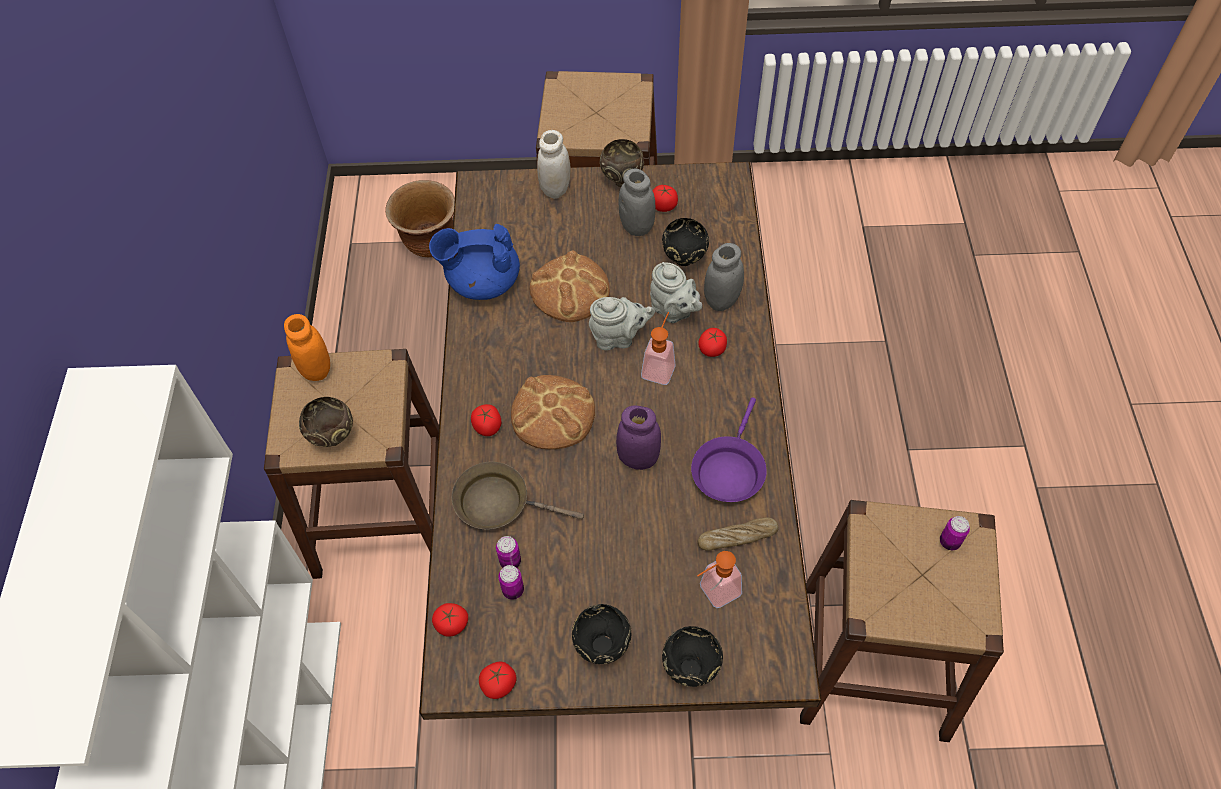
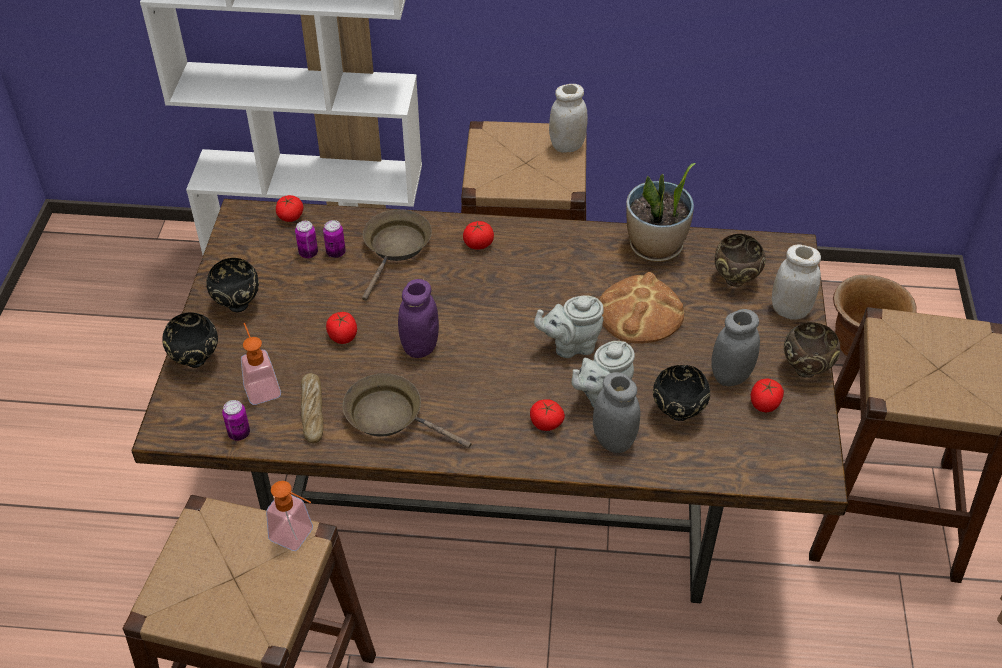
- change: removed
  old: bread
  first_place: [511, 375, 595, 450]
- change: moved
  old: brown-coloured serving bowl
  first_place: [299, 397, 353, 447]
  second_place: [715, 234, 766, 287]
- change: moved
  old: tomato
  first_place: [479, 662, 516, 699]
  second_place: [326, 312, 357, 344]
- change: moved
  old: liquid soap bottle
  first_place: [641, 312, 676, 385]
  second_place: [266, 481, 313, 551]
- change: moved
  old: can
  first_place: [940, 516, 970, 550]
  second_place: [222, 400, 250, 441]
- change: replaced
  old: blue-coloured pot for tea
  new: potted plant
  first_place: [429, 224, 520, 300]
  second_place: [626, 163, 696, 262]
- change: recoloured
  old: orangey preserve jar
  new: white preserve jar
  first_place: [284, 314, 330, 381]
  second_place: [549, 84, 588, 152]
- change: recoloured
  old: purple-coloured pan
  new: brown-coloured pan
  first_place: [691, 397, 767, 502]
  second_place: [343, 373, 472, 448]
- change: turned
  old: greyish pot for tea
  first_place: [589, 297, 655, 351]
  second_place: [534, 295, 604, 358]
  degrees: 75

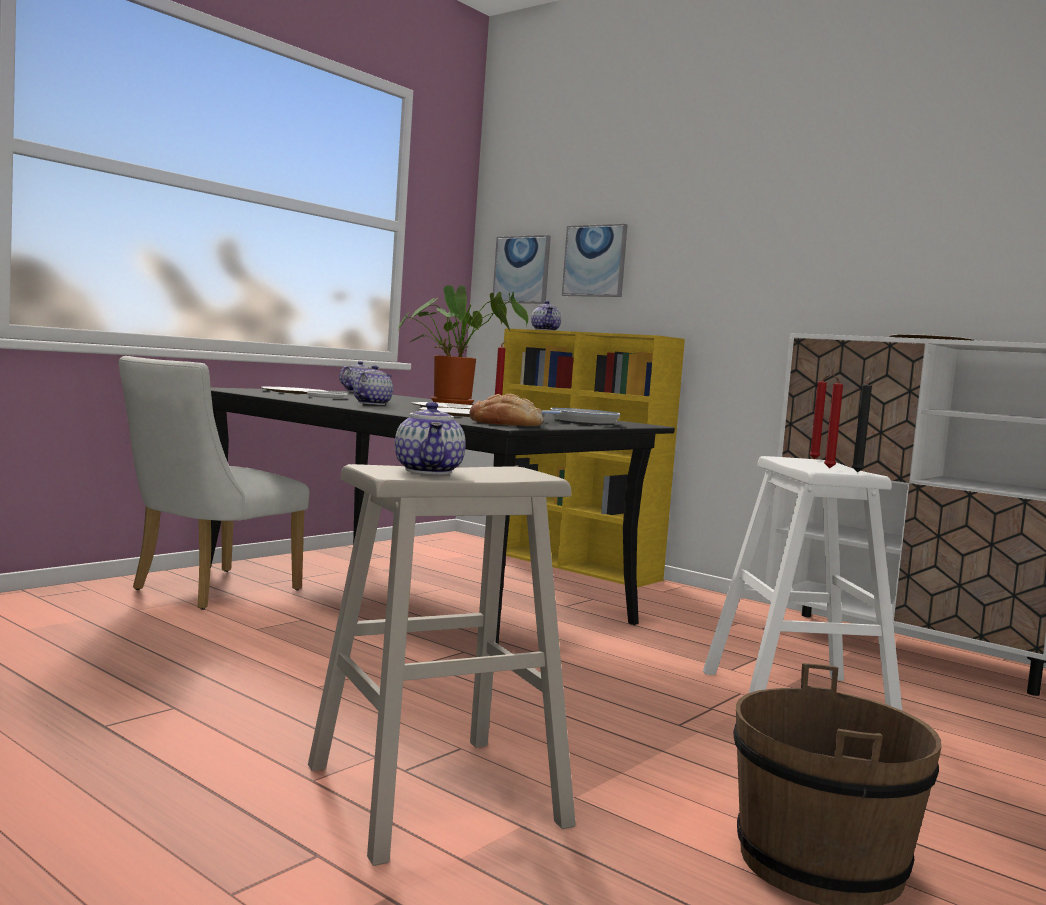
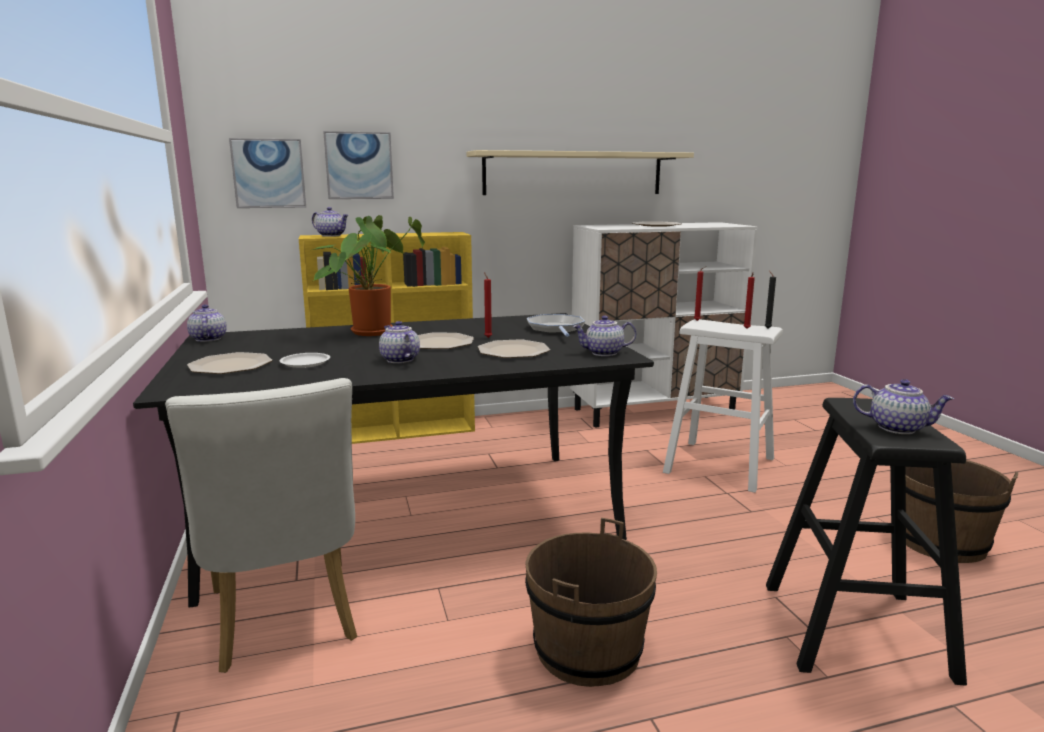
- change: added
  new: sand-coloured wall shelf
  second_place: [467, 150, 694, 195]
- change: added
  new: brown-coloured water bucket
  second_place: [525, 518, 657, 687]
- change: replaced
  old: bread
  new: pot for tea
  first_place: [469, 394, 544, 426]
  second_place: [573, 316, 636, 356]
- change: recoloured
  old: sand-coloured sitting stool
  new: blackish sitting stool
  first_place: [308, 464, 576, 866]
  second_place: [766, 398, 967, 686]

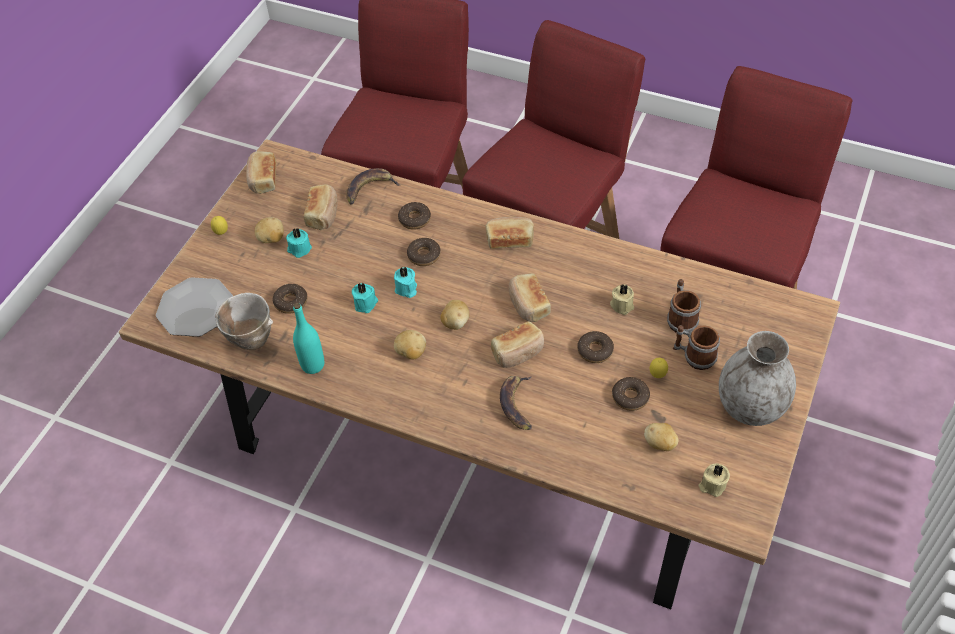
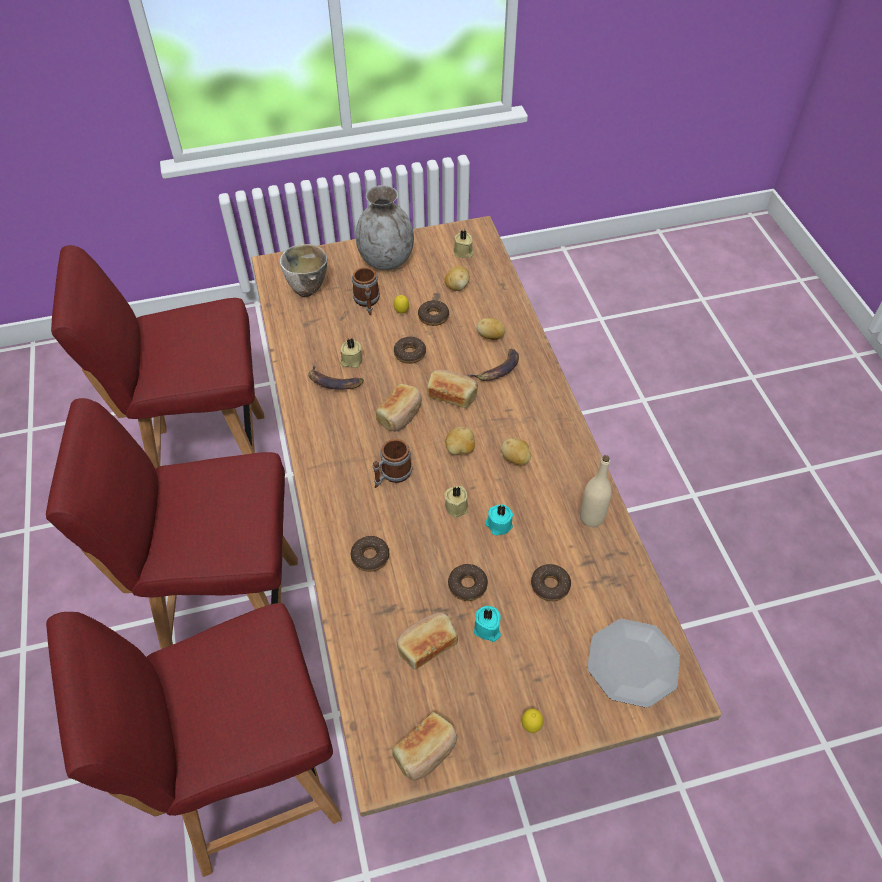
- change: removed
  old: bread
  first_place: [486, 217, 534, 249]
- change: moved
  old: serving bowl
  first_place: [215, 293, 273, 350]
  second_place: [280, 244, 327, 297]
- change: moved
  old: whole potato
  first_place: [255, 217, 284, 243]
  second_place: [477, 318, 505, 340]
- change: moved
  old: banana
  first_place: [346, 168, 400, 205]
  second_place: [308, 365, 364, 390]
- change: moved
  old: doughnut
  first_place: [407, 238, 441, 266]
  second_place: [448, 564, 488, 601]
- change: moved
  old: mug
  first_place: [667, 279, 701, 333]
  second_place: [373, 439, 413, 488]
- change: recoloured
  old: turquoise drink bottle
  new: sand-coloured drink bottle
  first_place: [293, 303, 324, 374]
  second_place: [580, 455, 612, 527]
- change: recoloured
  old: turquoise wax candle
  new: sand-coloured wax candle
  first_place: [394, 266, 417, 298]
  second_place: [445, 486, 468, 518]

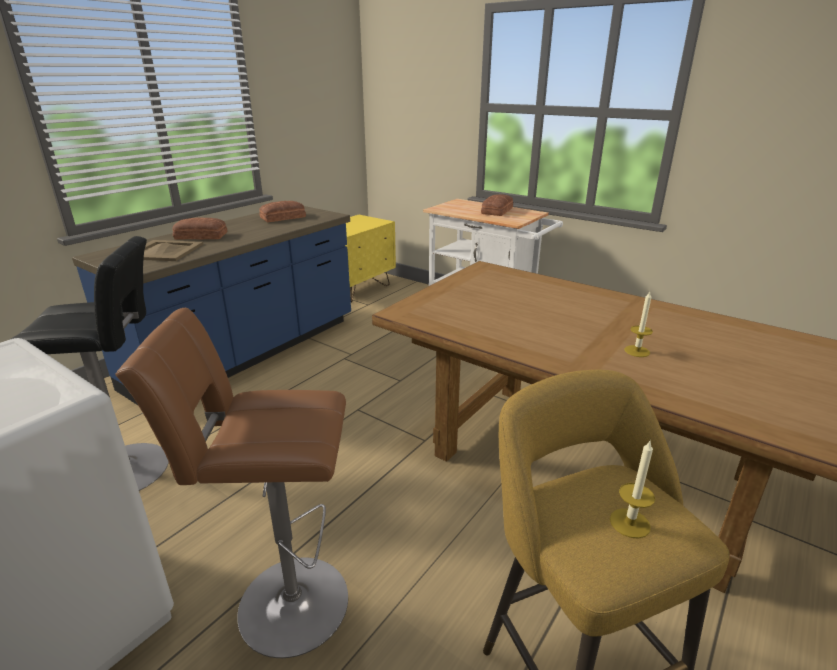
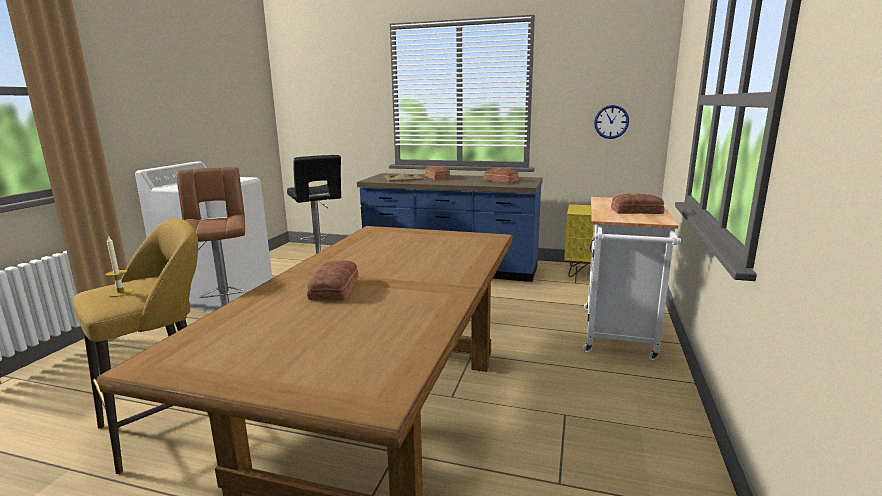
- change: added
  new: hanging clock
  second_place: [594, 105, 629, 139]
- change: replaced
  old: wax candle
  new: bread
  first_place: [624, 292, 653, 357]
  second_place: [307, 260, 359, 301]

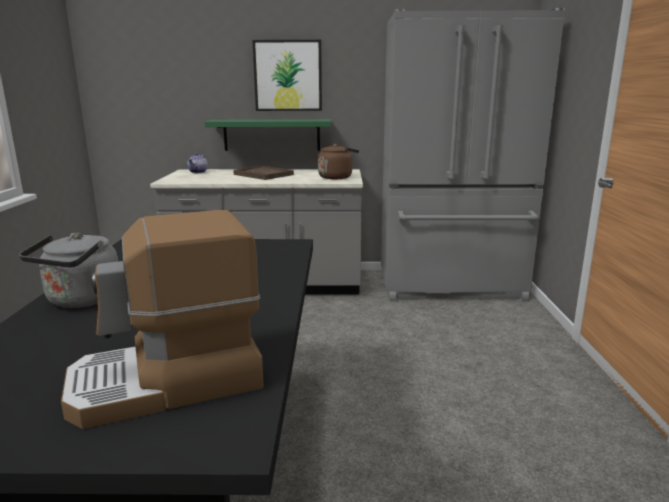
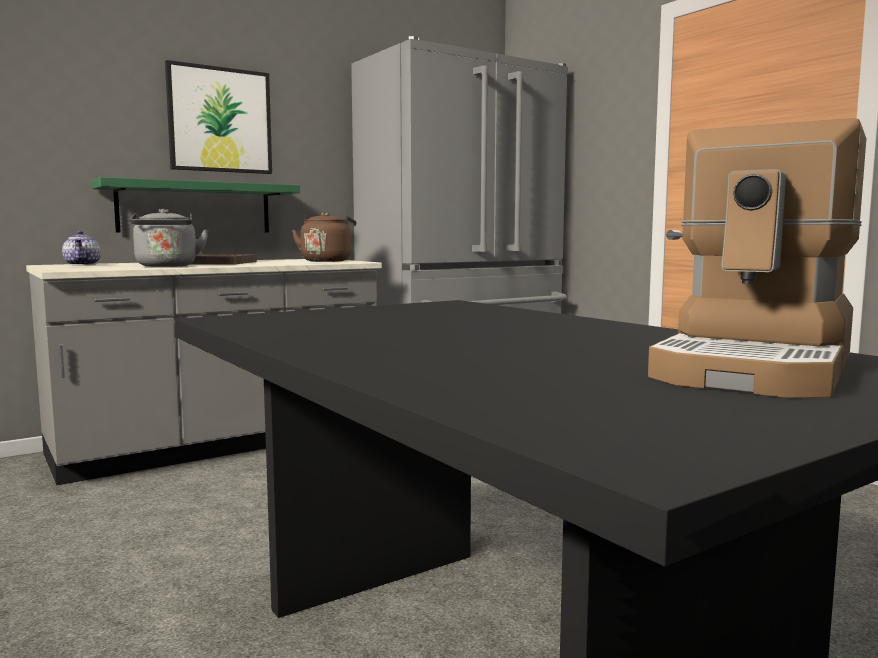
- change: moved
  old: greyish kettle
  first_place: [19, 233, 118, 308]
  second_place: [130, 209, 209, 267]

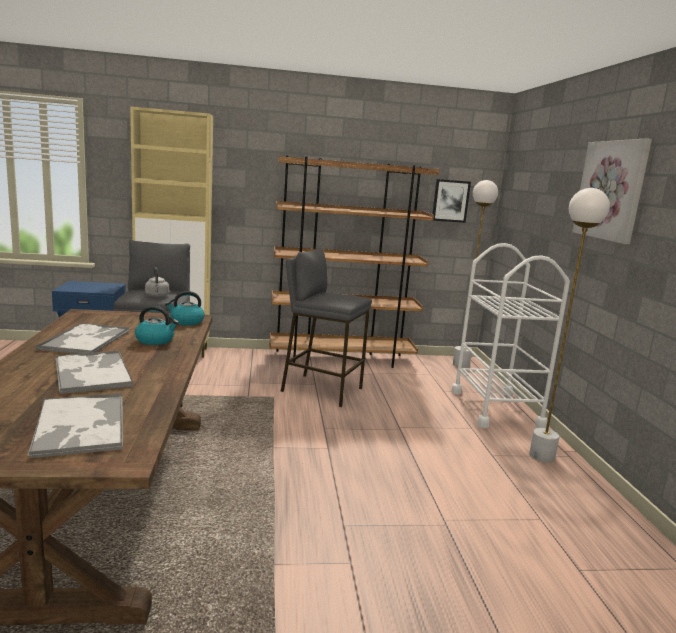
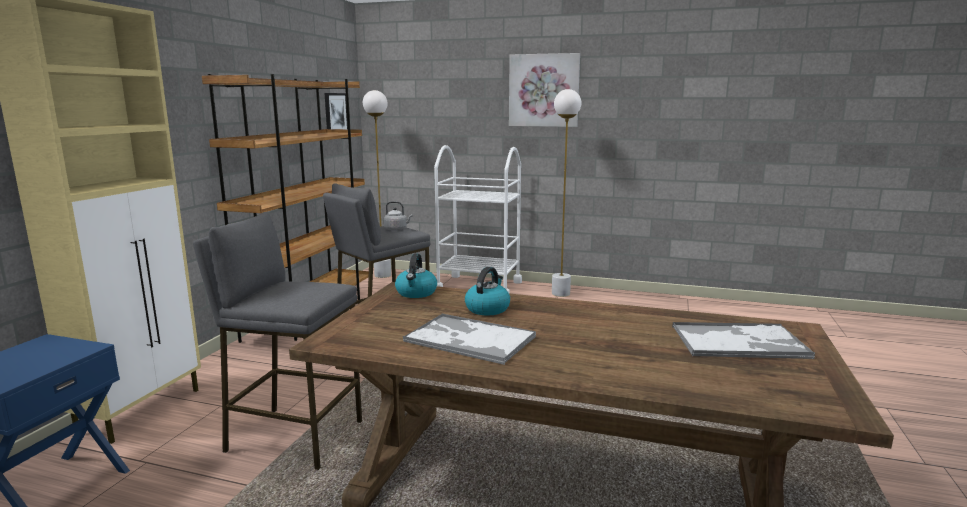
- change: removed
  old: tray
  first_place: [56, 351, 134, 394]
- change: moved
  old: greyish kettle
  first_place: [145, 267, 169, 297]
  second_place: [384, 201, 413, 230]

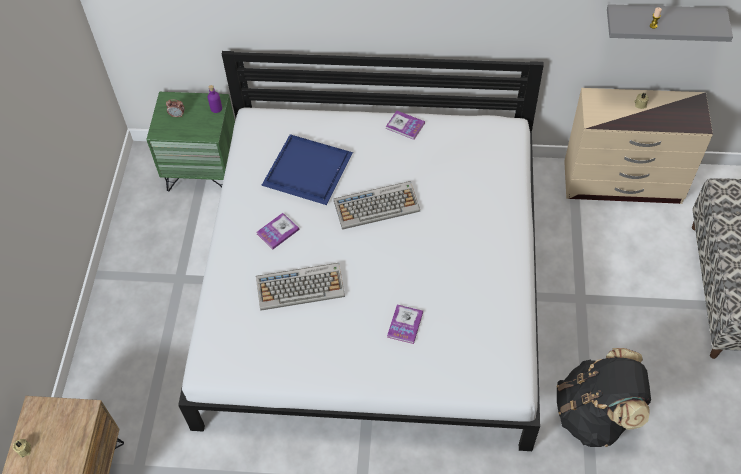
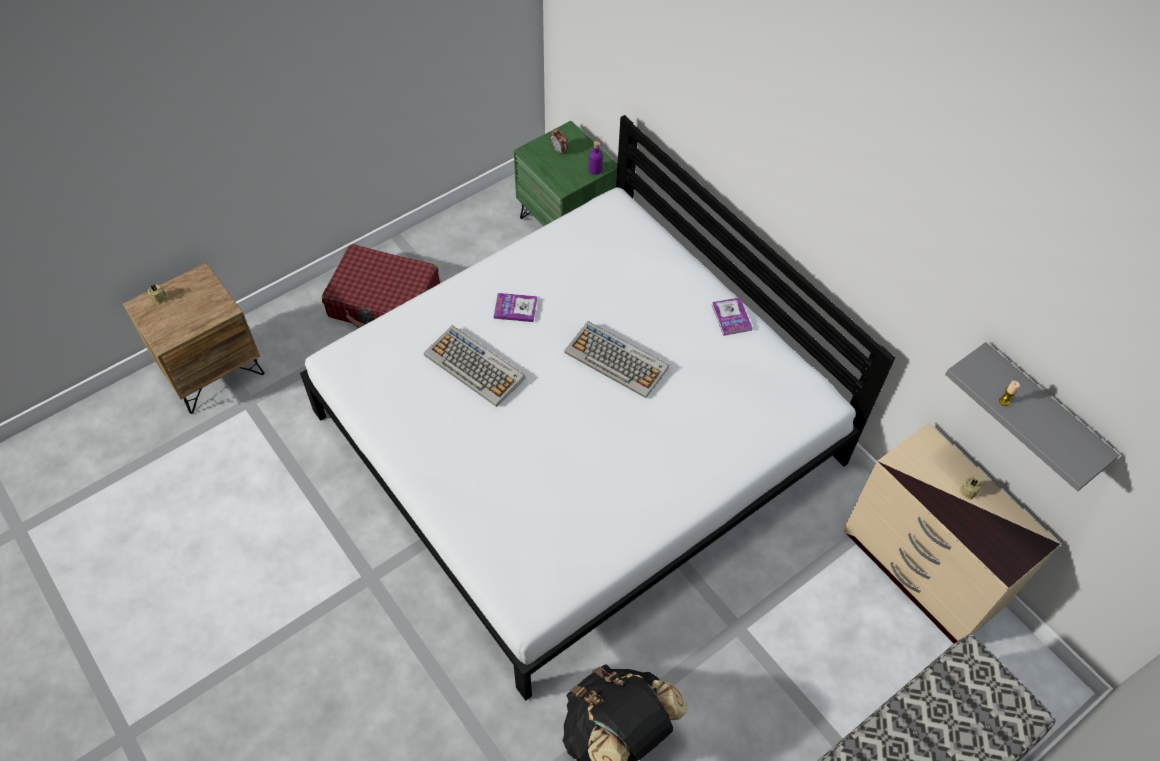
- change: removed
  old: blue-coloured tray
  first_place: [261, 134, 353, 205]
- change: removed
  old: bound book
  first_place: [387, 305, 423, 344]
- change: added
  new: red-coloured piece of luggage
  second_place: [322, 244, 440, 328]

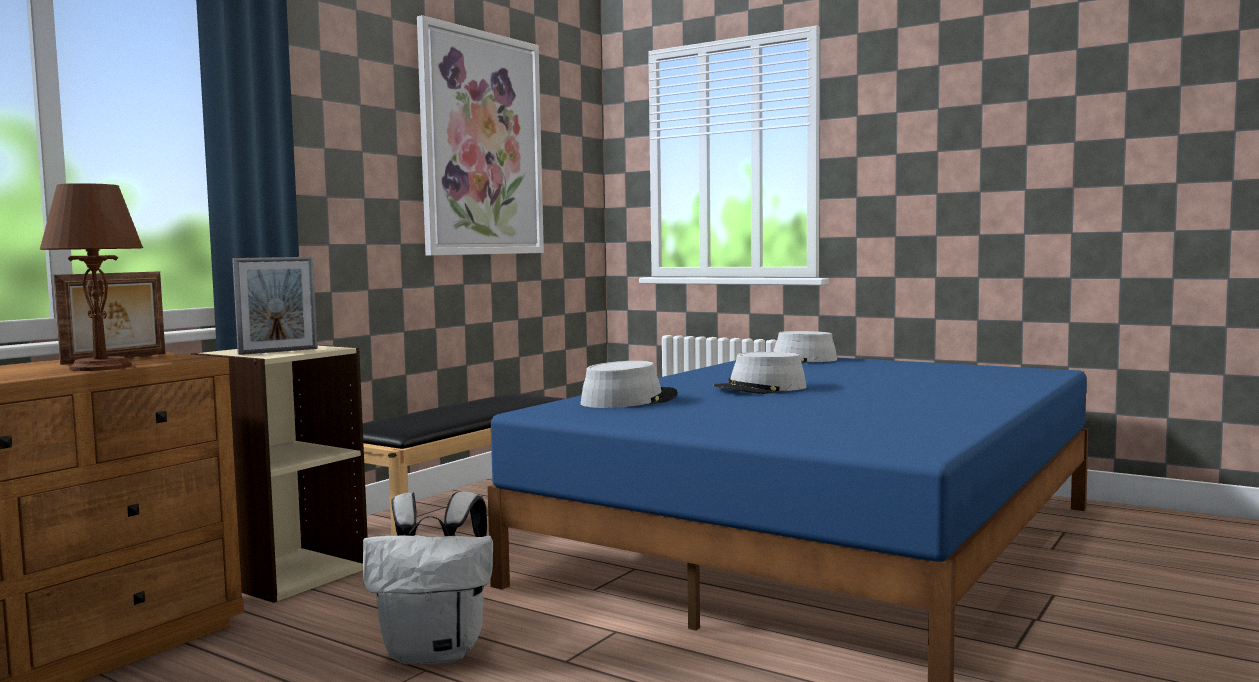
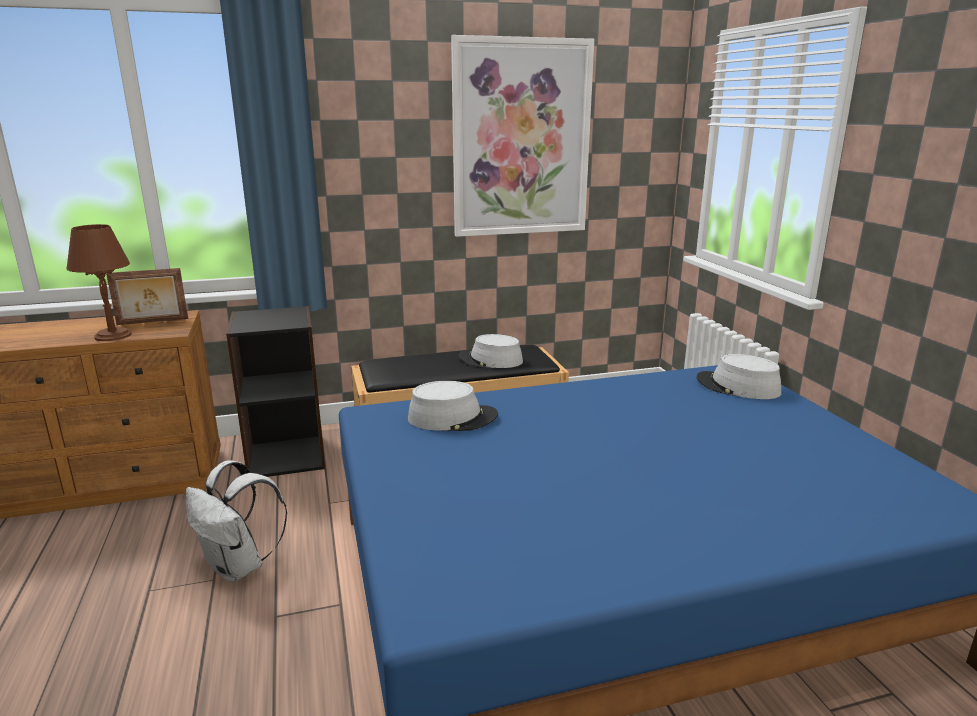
- change: removed
  old: standing frame
  first_place: [232, 257, 318, 355]
- change: moved
  old: greyish hat
  first_place: [714, 352, 806, 394]
  second_place: [459, 334, 523, 368]
- change: recoloured
  old: sand-coloured shelving unit
  new: blackish shelving unit
  first_place: [191, 345, 368, 603]
  second_place: [226, 306, 325, 477]

